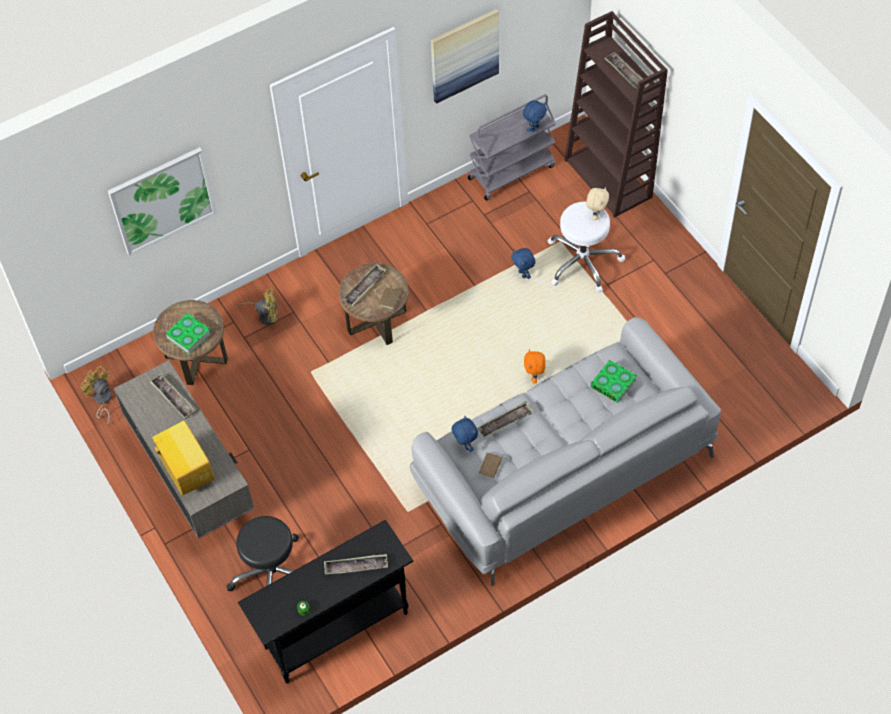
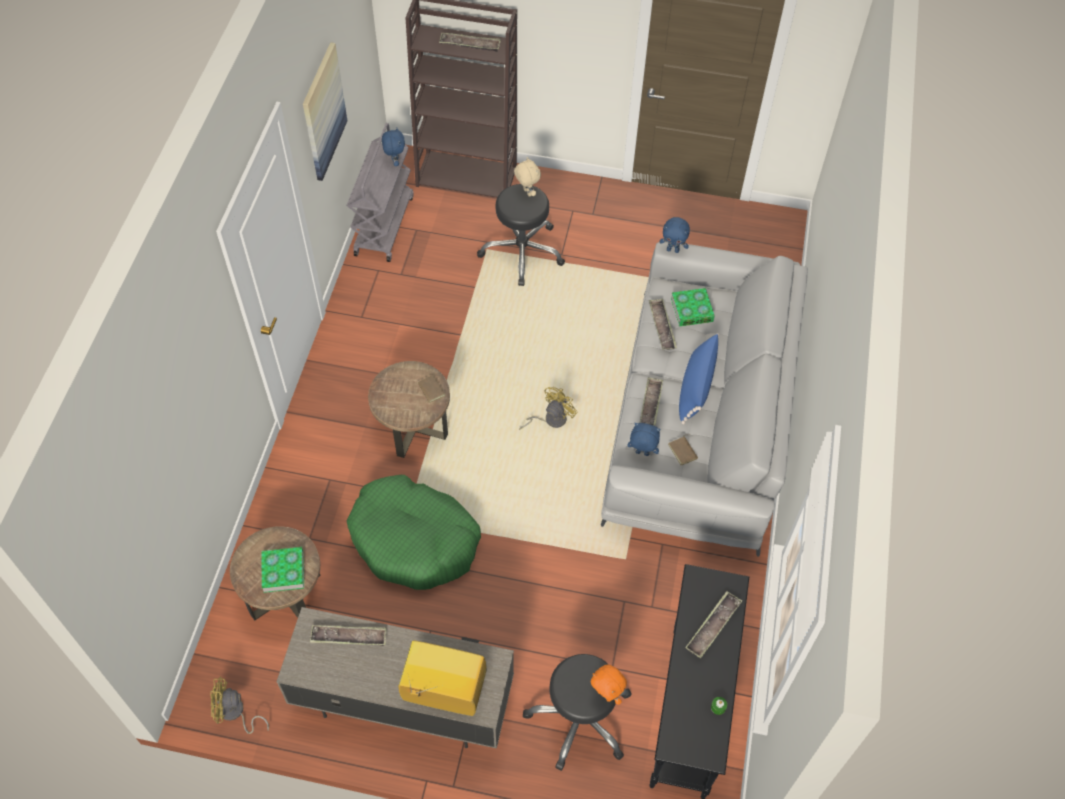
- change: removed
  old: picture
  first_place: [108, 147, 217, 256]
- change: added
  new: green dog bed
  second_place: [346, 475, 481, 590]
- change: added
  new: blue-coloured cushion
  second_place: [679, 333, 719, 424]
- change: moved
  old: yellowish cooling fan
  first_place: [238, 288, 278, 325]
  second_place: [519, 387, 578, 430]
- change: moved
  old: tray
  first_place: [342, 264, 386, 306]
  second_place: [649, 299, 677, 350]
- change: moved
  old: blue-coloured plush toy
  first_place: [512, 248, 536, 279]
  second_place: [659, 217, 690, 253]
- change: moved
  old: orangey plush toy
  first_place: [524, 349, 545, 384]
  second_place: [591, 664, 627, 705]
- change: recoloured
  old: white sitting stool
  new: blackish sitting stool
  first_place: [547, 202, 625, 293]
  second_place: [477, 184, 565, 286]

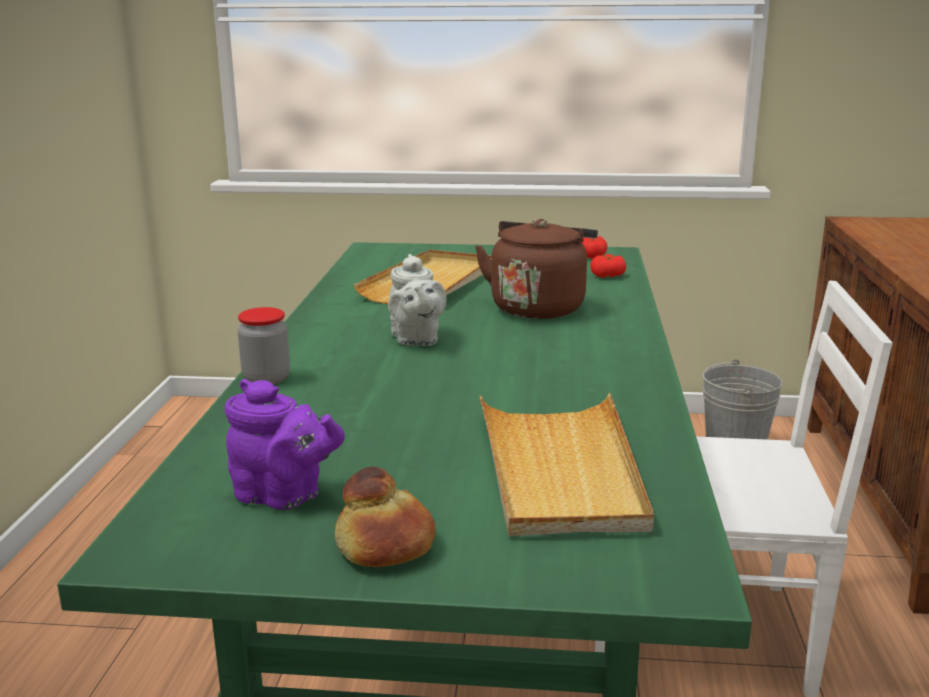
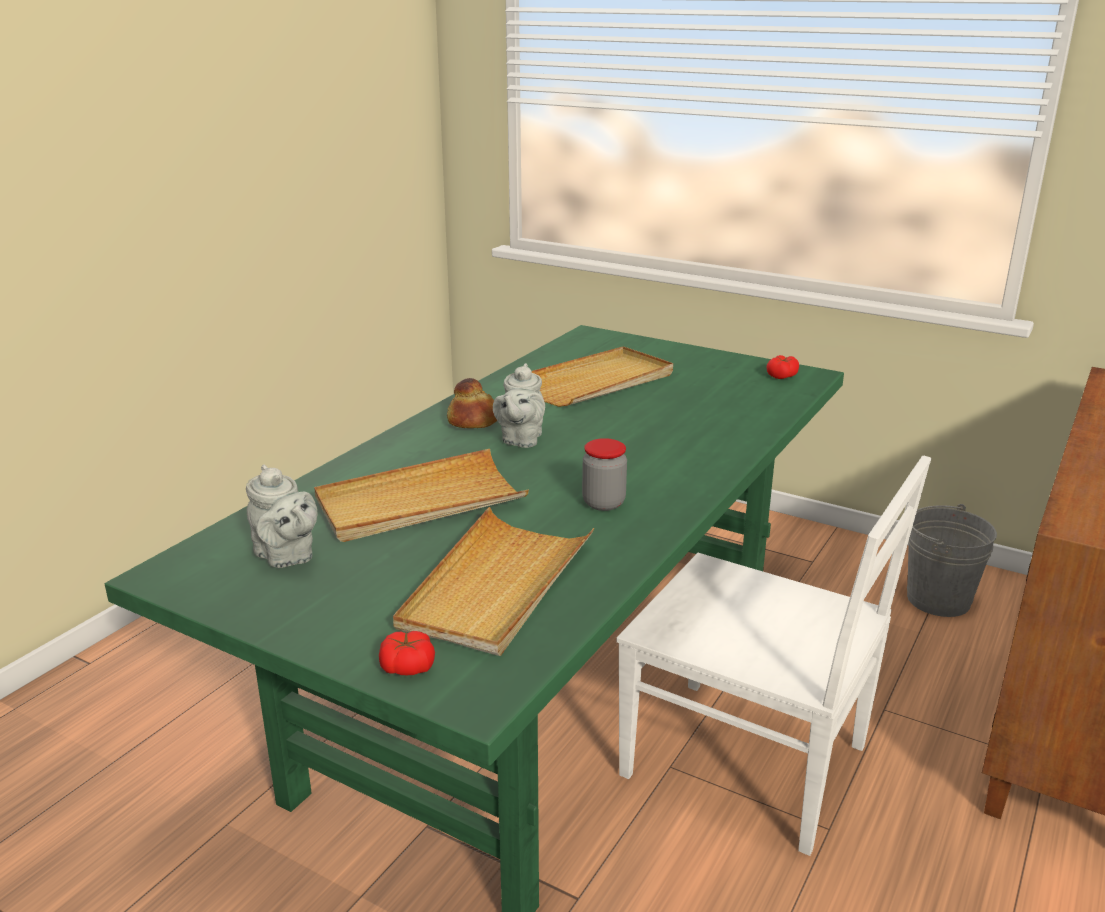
- change: removed
  old: brown-coloured kettle
  first_place: [475, 219, 598, 319]
- change: added
  new: sand-coloured tray
  second_place: [314, 449, 529, 542]
- change: moved
  old: preserve jar
  first_place: [238, 307, 290, 385]
  second_place: [582, 438, 627, 511]
- change: moved
  old: bread
  first_place: [335, 467, 436, 567]
  second_place: [447, 378, 497, 428]
- change: moved
  old: tomato
  first_place: [590, 254, 626, 278]
  second_place: [379, 631, 435, 675]
- change: recoloured
  old: purple-coloured pot for tea
  new: greyish pot for tea
  first_place: [225, 379, 345, 510]
  second_place: [246, 464, 318, 568]

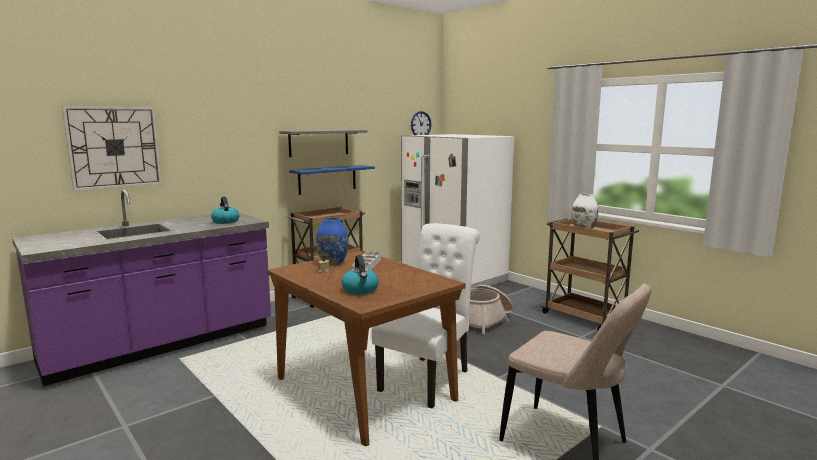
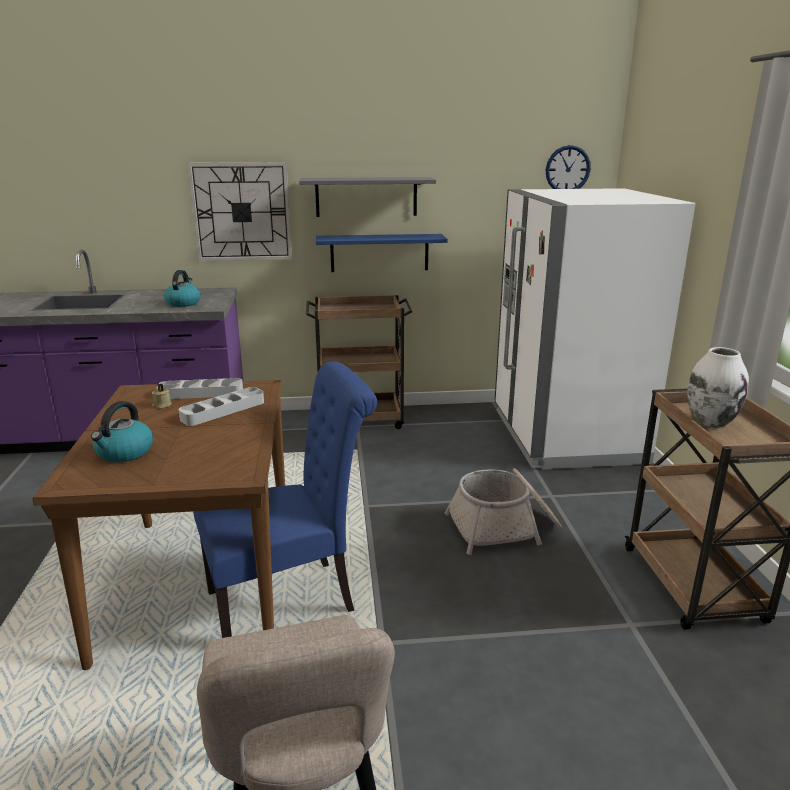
- change: moved
  old: hanging clock
  first_place: [62, 106, 162, 191]
  second_place: [187, 162, 292, 261]
- change: replaced
  old: blue-coloured vase
  new: greyish tray
  first_place: [316, 217, 349, 265]
  second_place: [156, 378, 243, 399]
- change: recoloured
  old: white chair
  new: blue-coloured chair
  first_place: [372, 223, 480, 408]
  second_place: [193, 362, 377, 638]

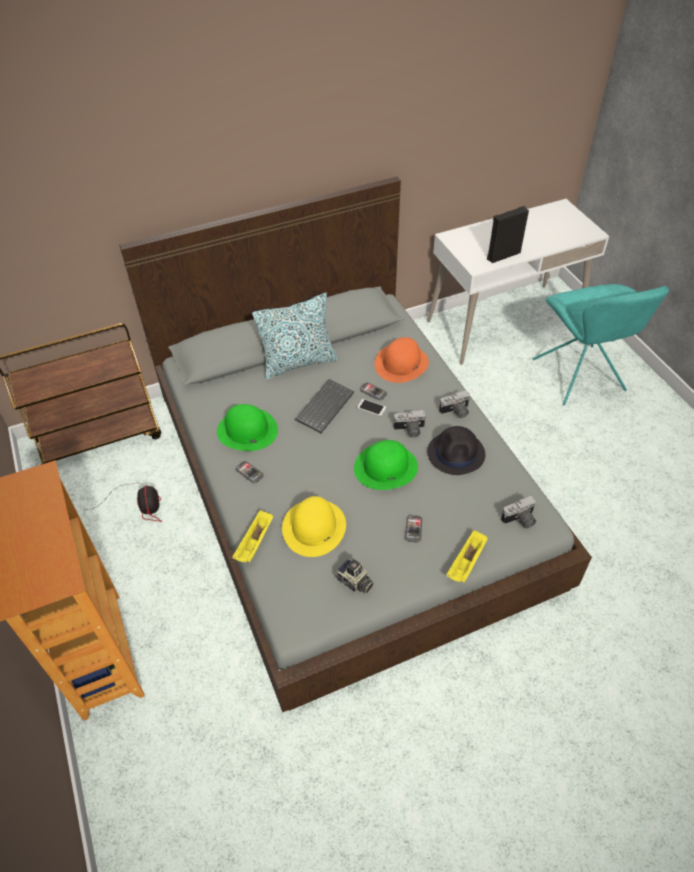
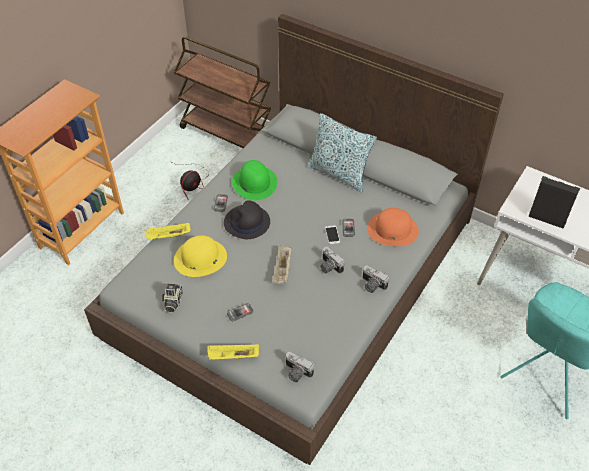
- change: removed
  old: computer keyboard
  first_place: [295, 379, 354, 433]
- change: moved
  old: blackish hat
  first_place: [427, 426, 485, 475]
  second_place: [224, 200, 270, 239]
- change: replaced
  old: green hat
  new: sand-coloured tray
  first_place: [354, 440, 418, 490]
  second_place: [272, 245, 292, 284]

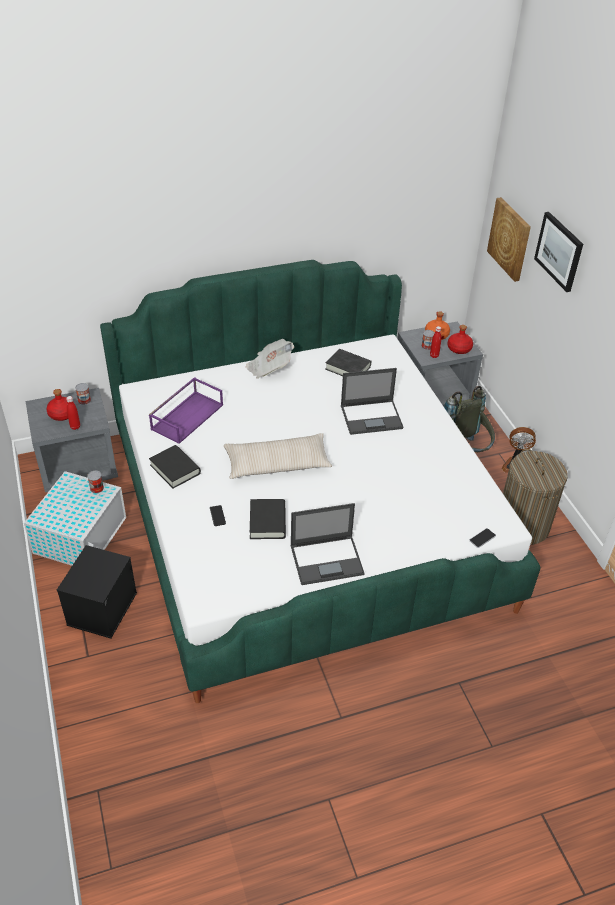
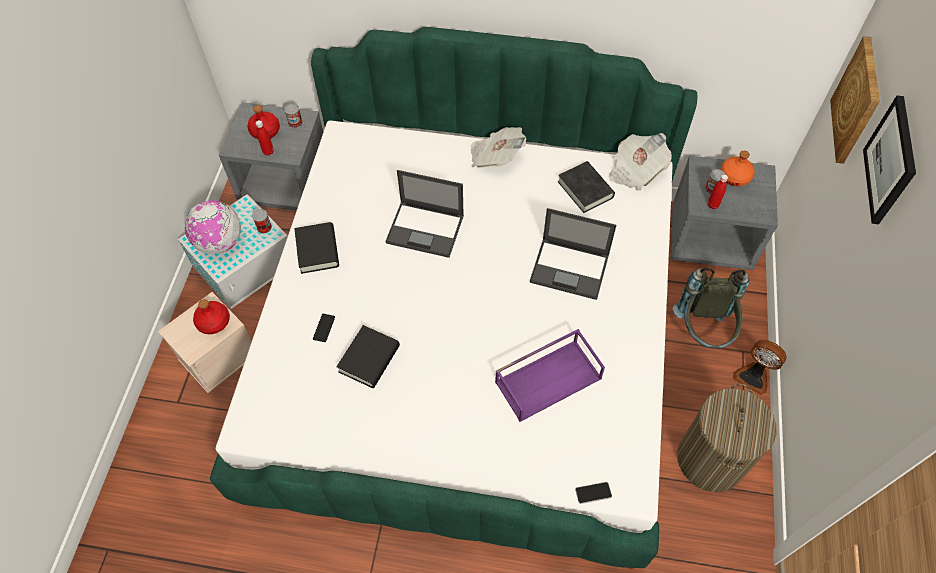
- change: removed
  old: sand-coloured cushion
  first_place: [224, 433, 332, 479]
- change: added
  new: world globe
  second_place: [185, 200, 241, 254]
- change: added
  new: printed paper
  second_place: [609, 133, 672, 191]
- change: moved
  old: purple-coloured tray
  first_place: [149, 377, 223, 444]
  second_place: [495, 329, 605, 422]
- change: moved
  old: notebook computer
  first_place: [290, 503, 365, 585]
  second_place: [385, 170, 464, 258]
- change: moved
  old: red-coloured drink bottle
  first_place: [447, 325, 473, 354]
  second_place: [193, 299, 230, 334]
- change: recoloured
  old: blackish storage box
  new: sand-coloured storage box
  first_place: [57, 545, 137, 638]
  second_place: [158, 292, 252, 393]

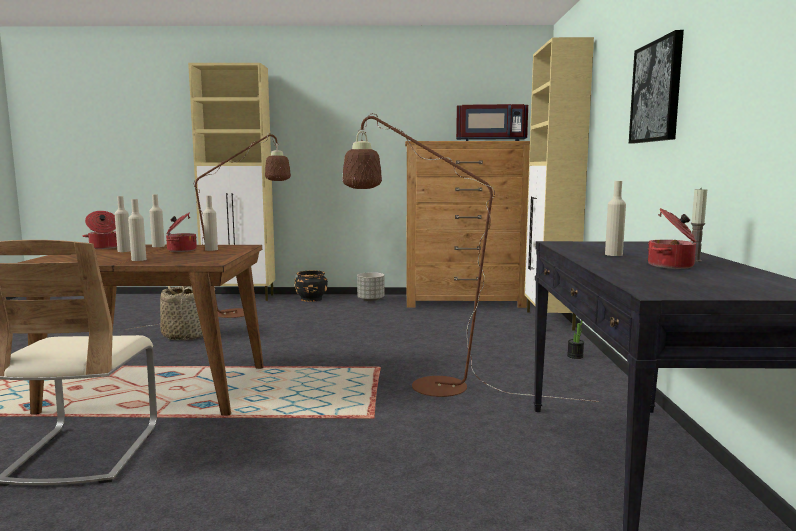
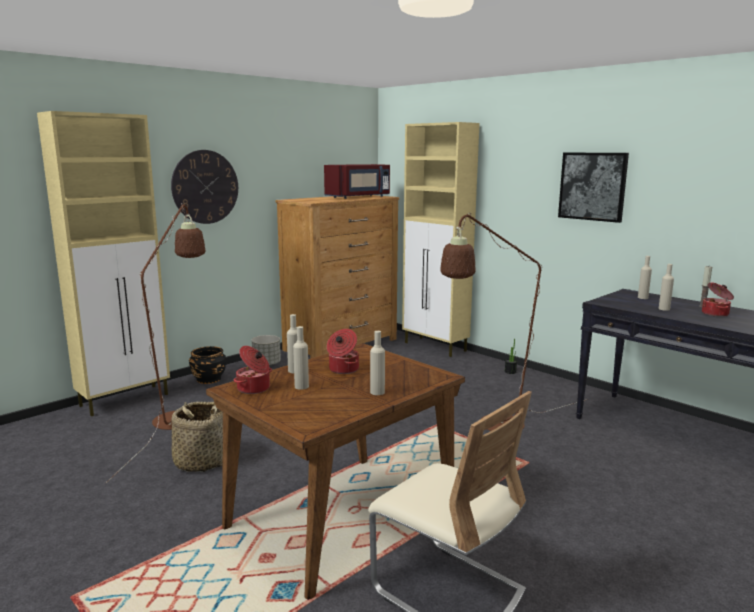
- change: added
  new: hanging clock
  second_place: [171, 150, 238, 224]
- change: moved
  old: sand-coloured drink bottle
  first_place: [203, 196, 218, 251]
  second_place: [638, 256, 652, 299]

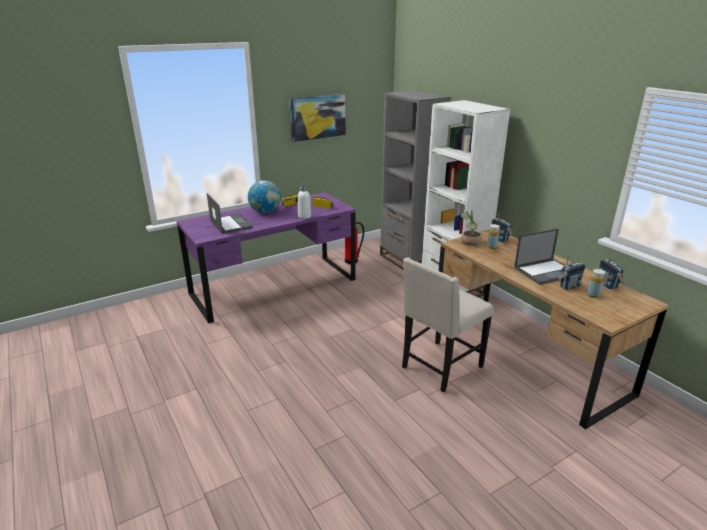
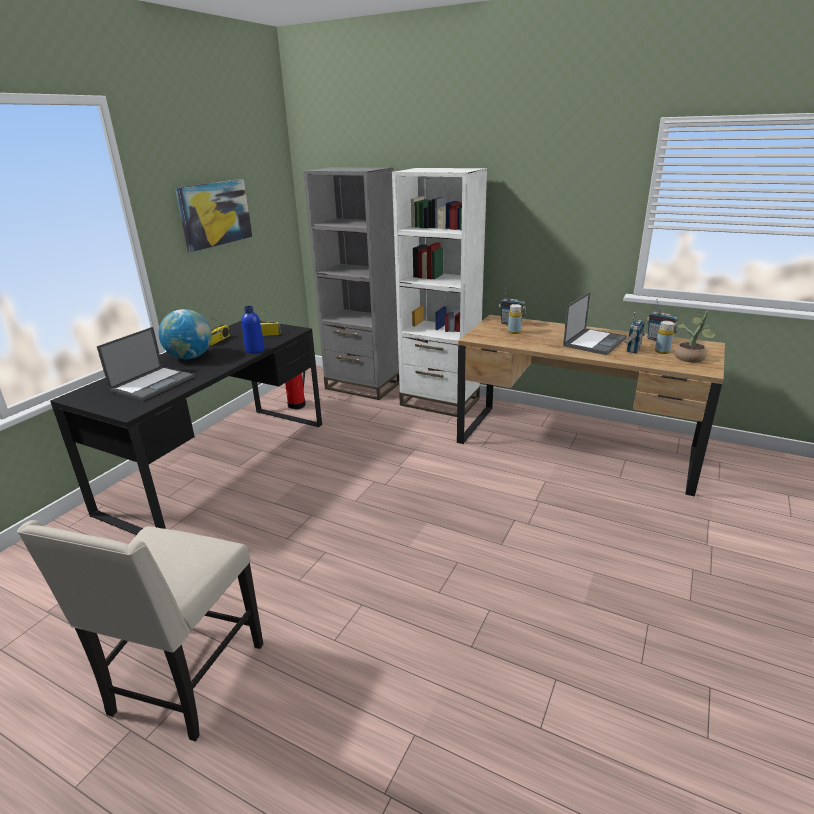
- change: moved
  old: sand-coloured chair
  first_place: [402, 257, 494, 392]
  second_place: [17, 520, 263, 742]
- change: moved
  old: potted plant
  first_place: [461, 210, 482, 246]
  second_place: [675, 311, 716, 363]
- change: recoloured
  old: purple-coloured desk
  new: blackish desk
  first_place: [177, 192, 356, 323]
  second_place: [50, 320, 322, 535]
- change: recoloured
  old: white drink bottle
  new: blue-coloured drink bottle
  first_place: [298, 186, 311, 219]
  second_place: [242, 306, 265, 353]
- change: turned
  old: notebook computer
  first_place: [207, 193, 253, 234]
  second_place: [97, 327, 195, 401]
  degrees: 90

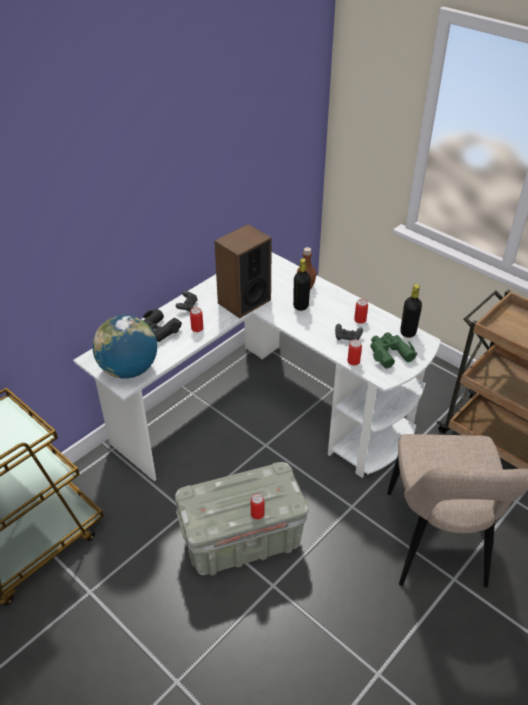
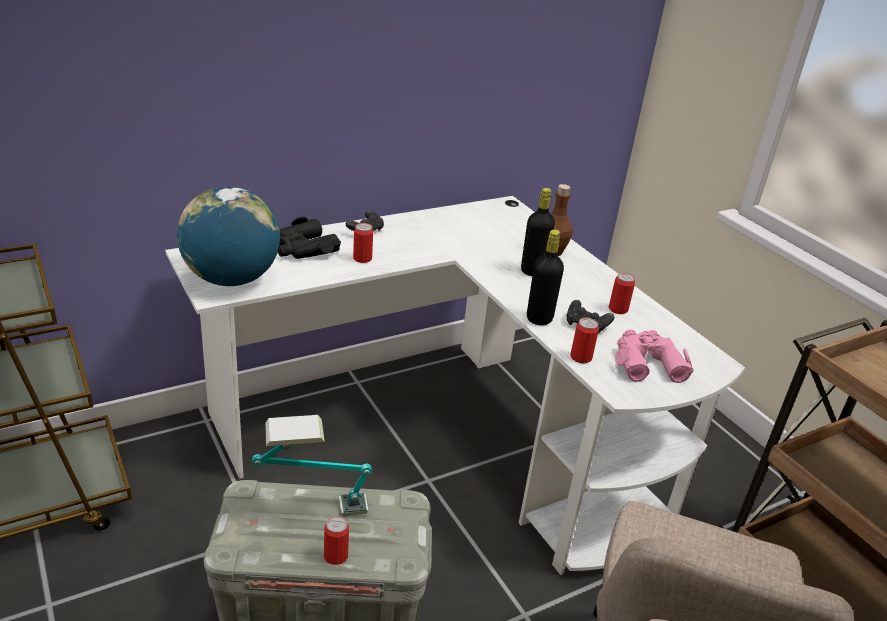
- change: removed
  old: speaker
  first_place: [214, 224, 272, 318]
- change: added
  new: tabletop lamp
  second_place: [252, 415, 372, 516]
- change: moved
  old: blackish drink bottle
  first_place: [400, 284, 422, 338]
  second_place: [527, 230, 564, 325]
- change: recoloured
  old: green binoculars
  new: pinkish binoculars
  first_place: [370, 332, 417, 369]
  second_place: [615, 329, 694, 383]

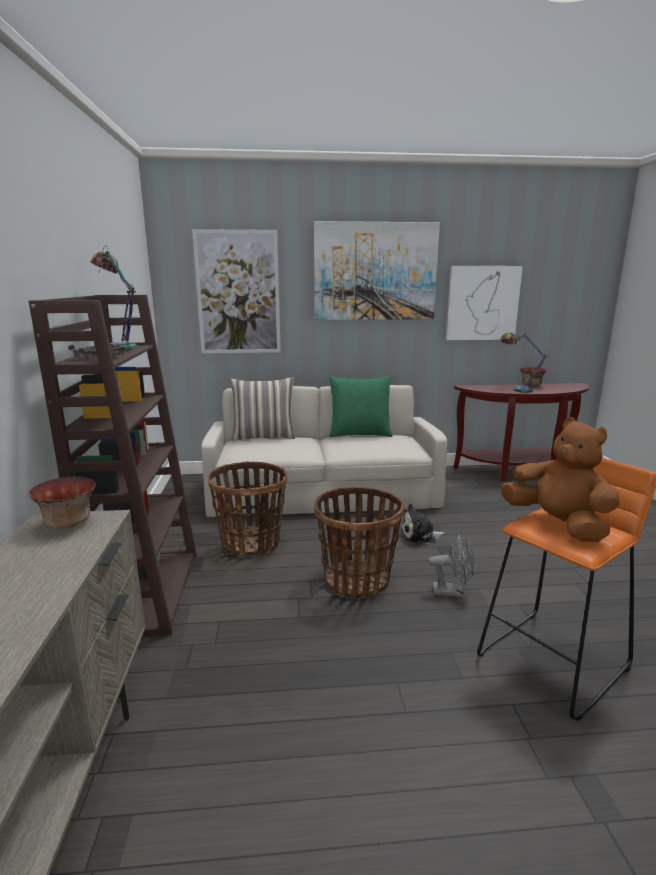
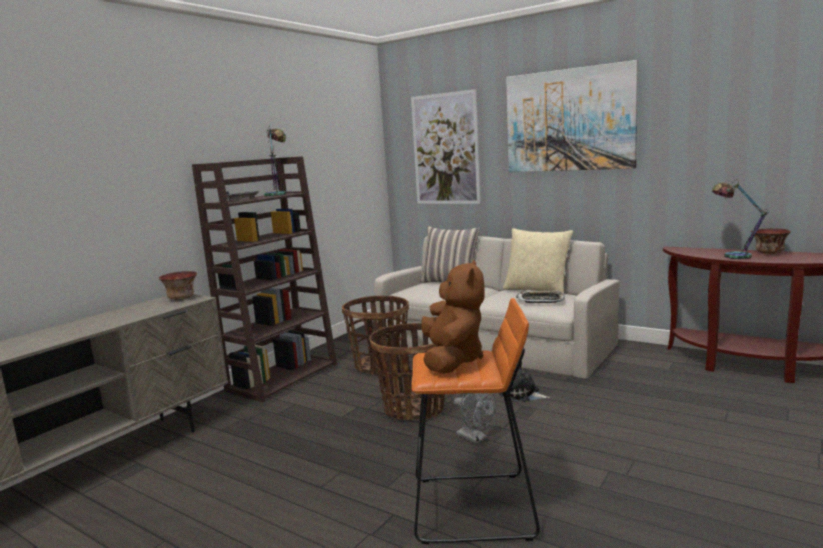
- change: removed
  old: picture
  first_place: [445, 266, 523, 340]
- change: added
  new: tray
  second_place: [516, 291, 565, 303]
- change: recoloured
  old: green cushion
  new: sand-coloured cushion
  first_place: [329, 376, 392, 437]
  second_place: [503, 228, 573, 294]

